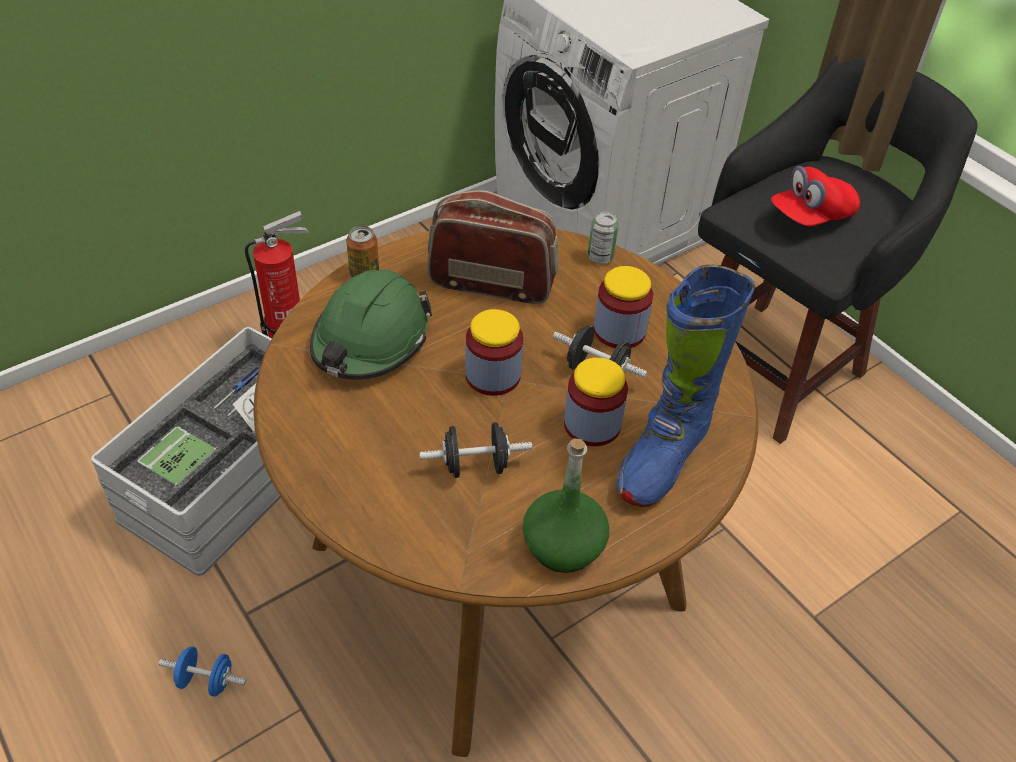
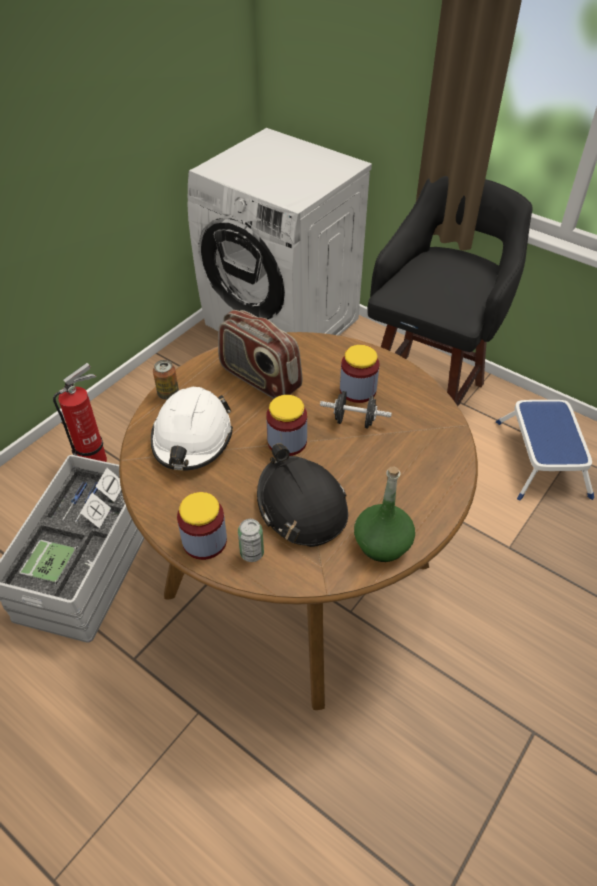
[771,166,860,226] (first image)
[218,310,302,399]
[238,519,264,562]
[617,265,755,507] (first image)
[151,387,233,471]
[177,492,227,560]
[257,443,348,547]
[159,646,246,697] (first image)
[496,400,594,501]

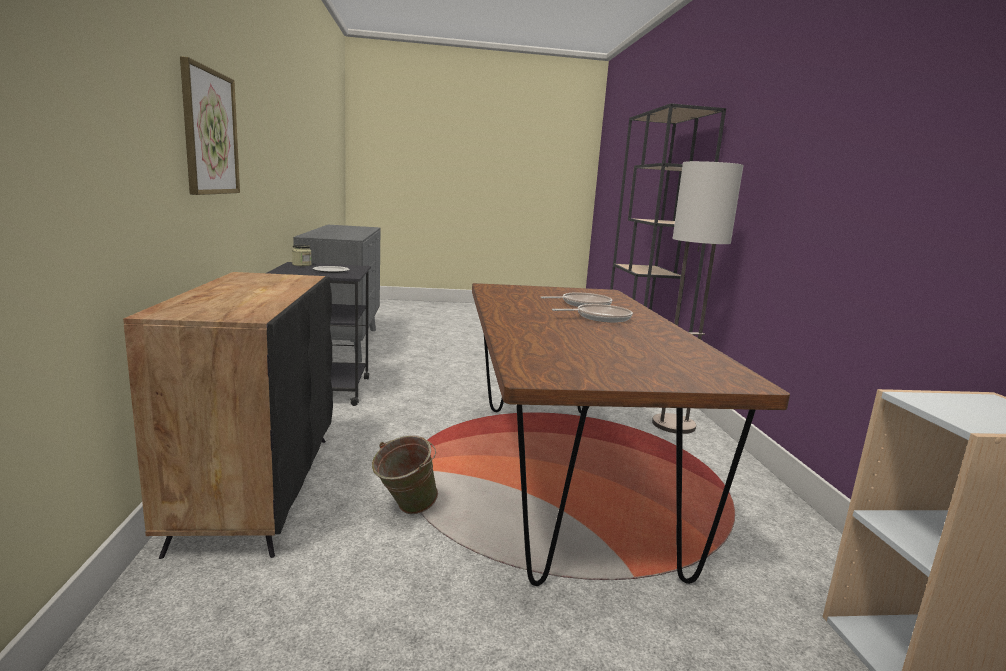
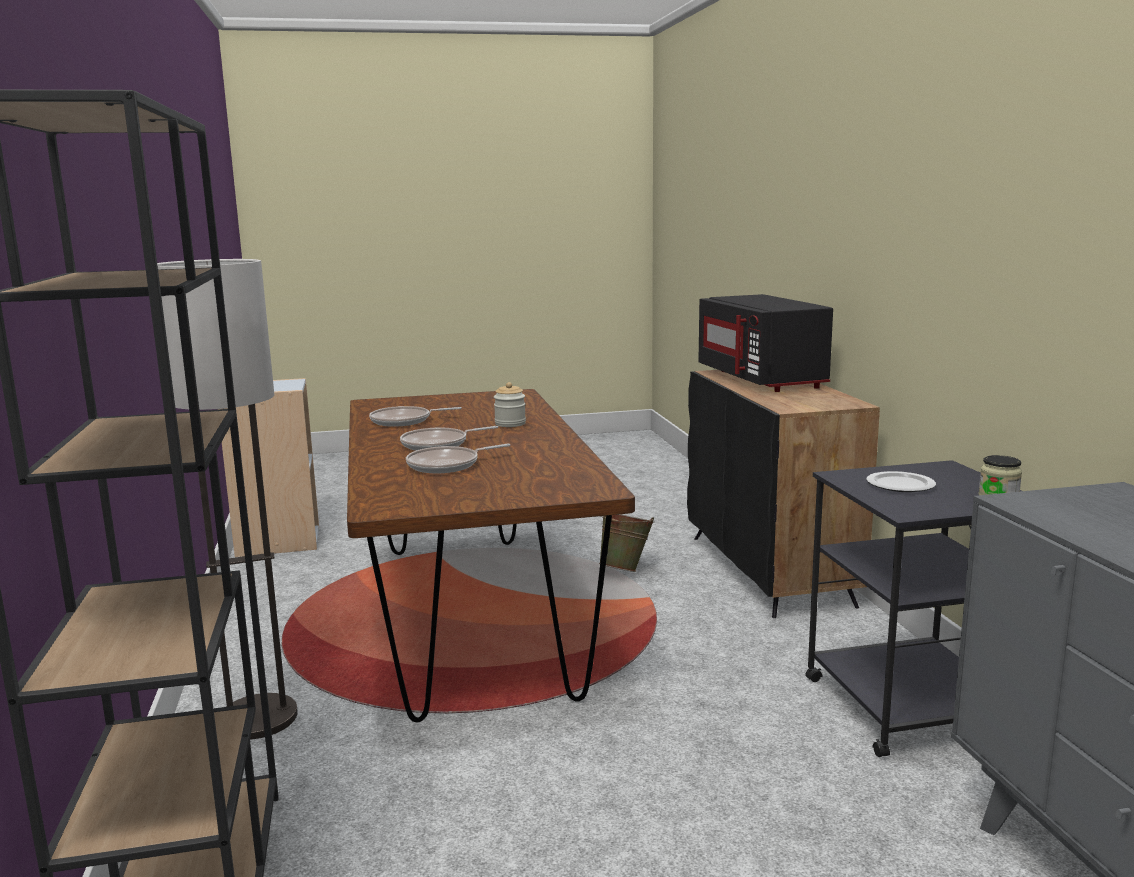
[180,56,240,195] (first image)
[698,294,833,392]
[494,382,526,427]
[369,406,462,427]

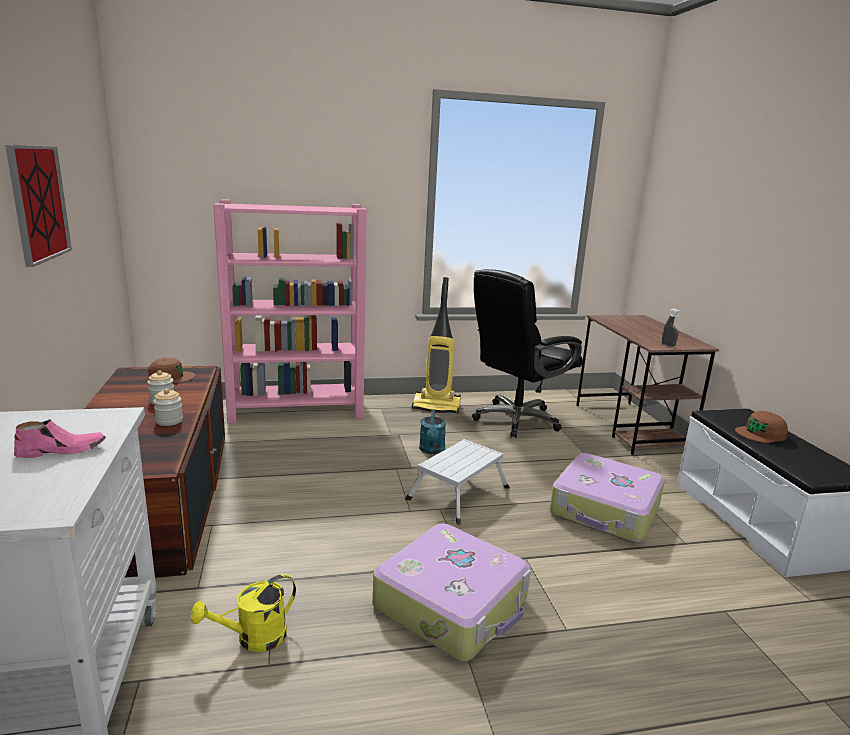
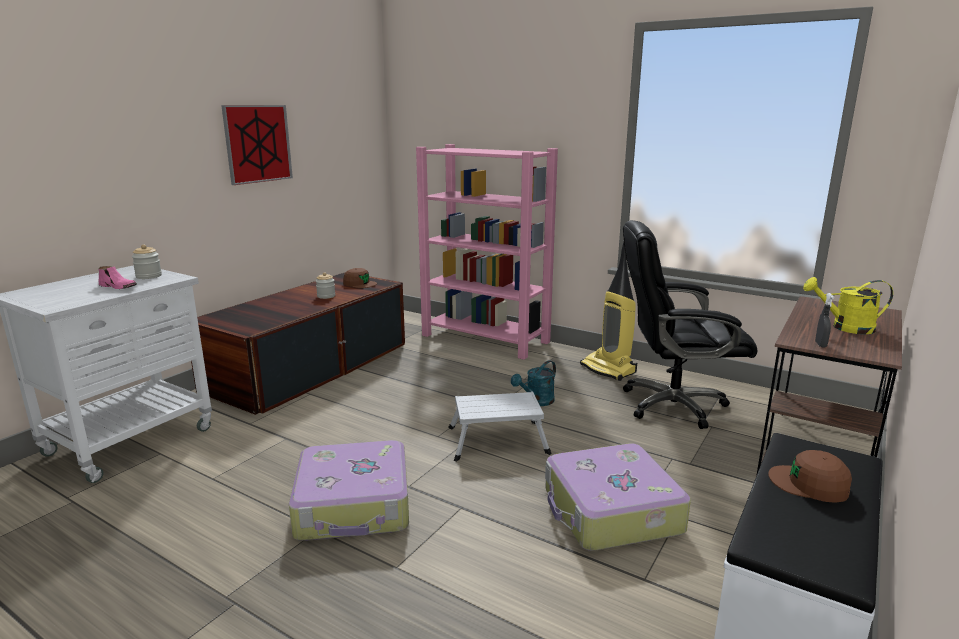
[132,244,162,279]
[803,277,893,334]

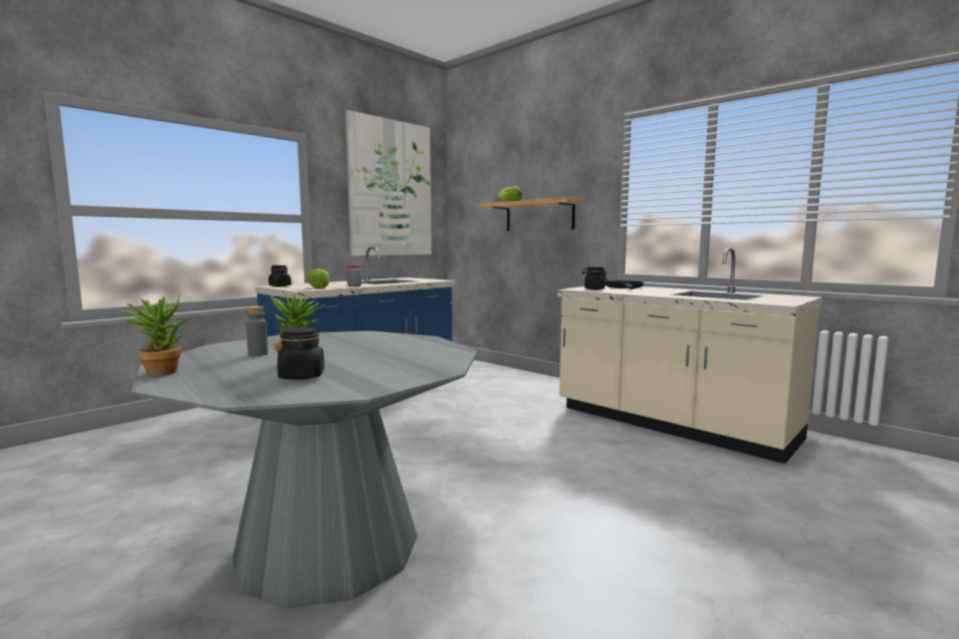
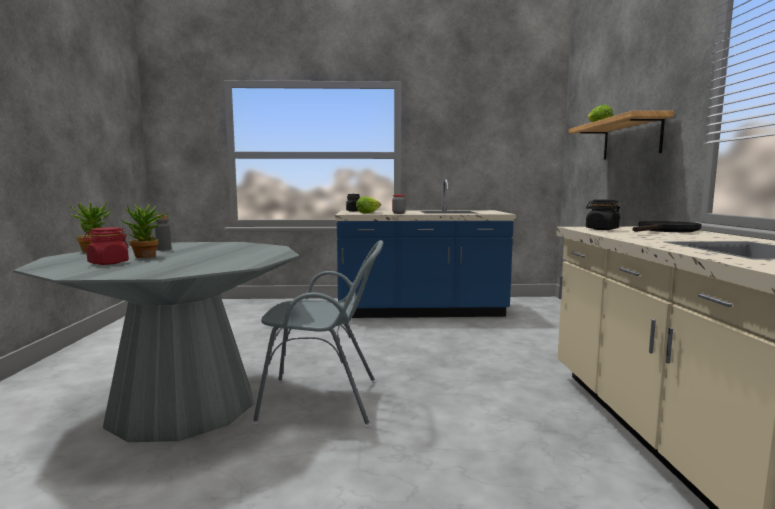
[345,110,432,256] (first image)
[83,227,129,265]
[252,240,383,427]

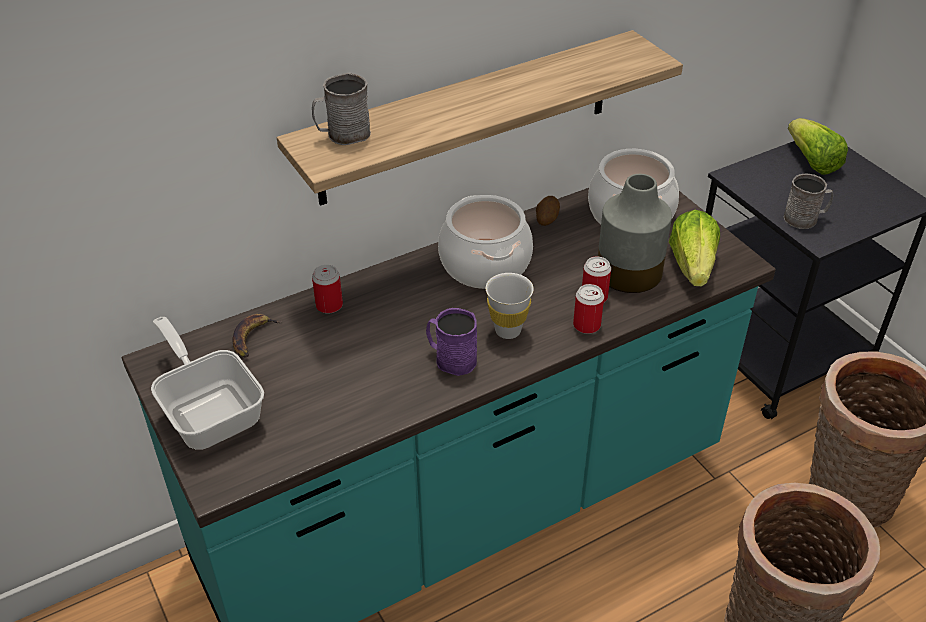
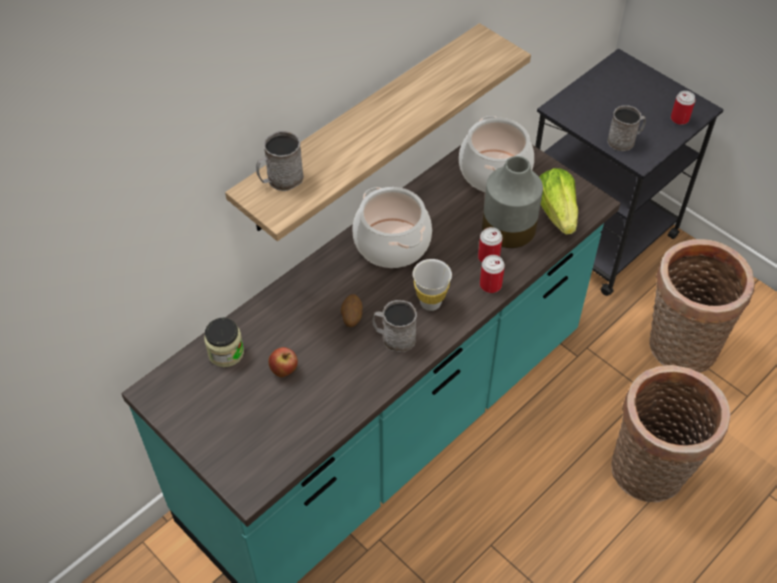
[788,118,848,175] (first image)
[341,294,363,327]
[671,91,696,125]
[372,300,417,352]
[204,318,244,367]
[151,317,264,449] (first image)
[268,347,298,377]

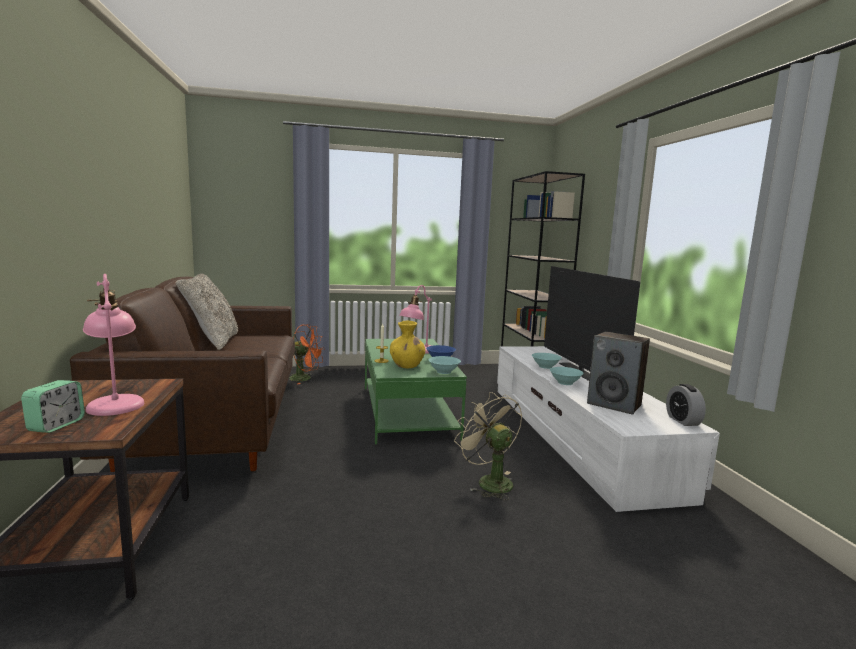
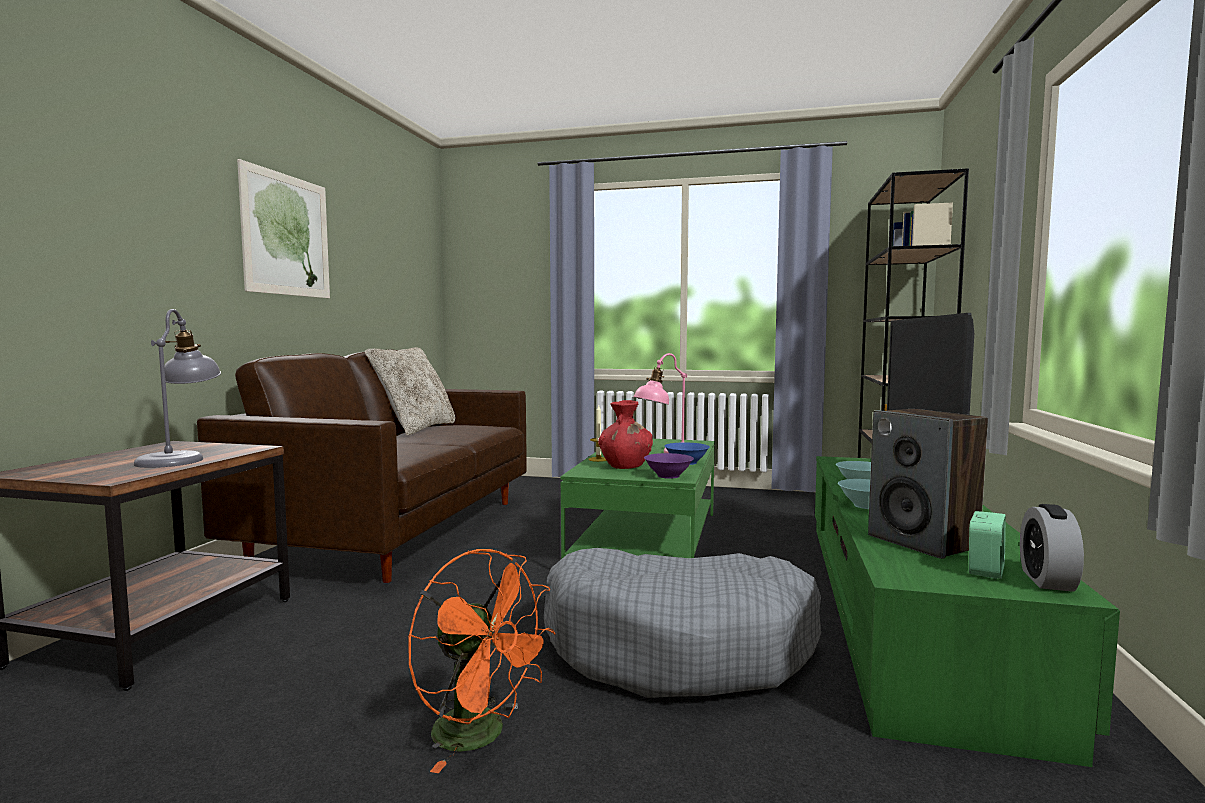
[134,309,221,468]
[598,400,653,469]
[408,549,556,773]
[815,456,1120,767]
[644,453,694,479]
[969,511,1006,579]
[544,548,821,698]
[237,159,330,298]

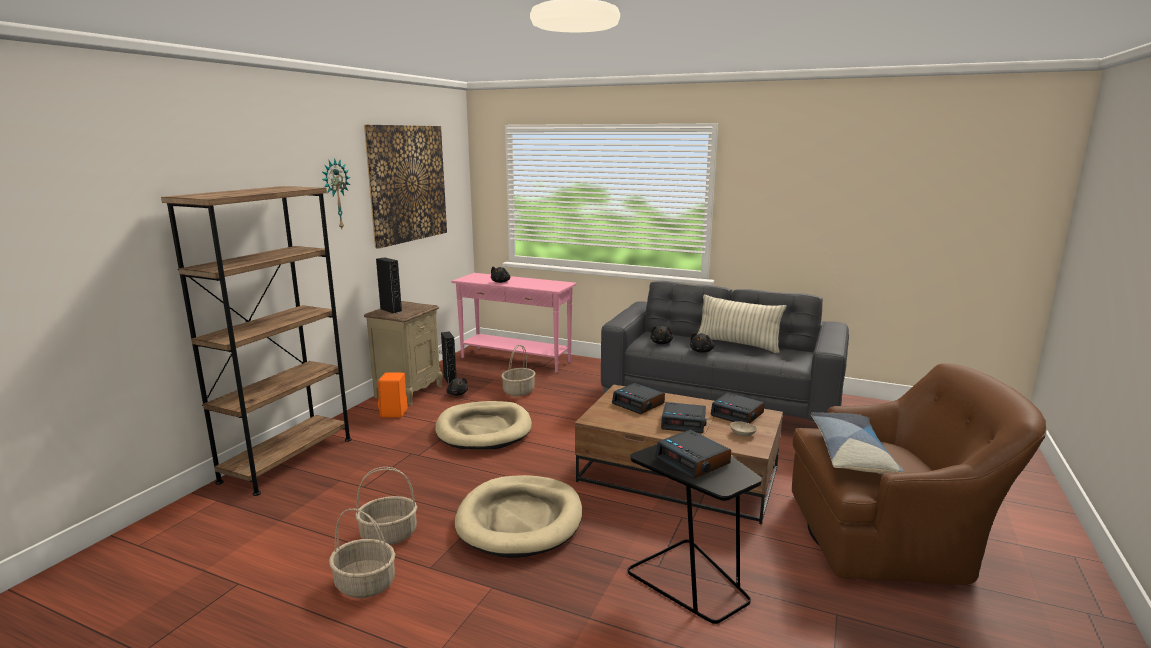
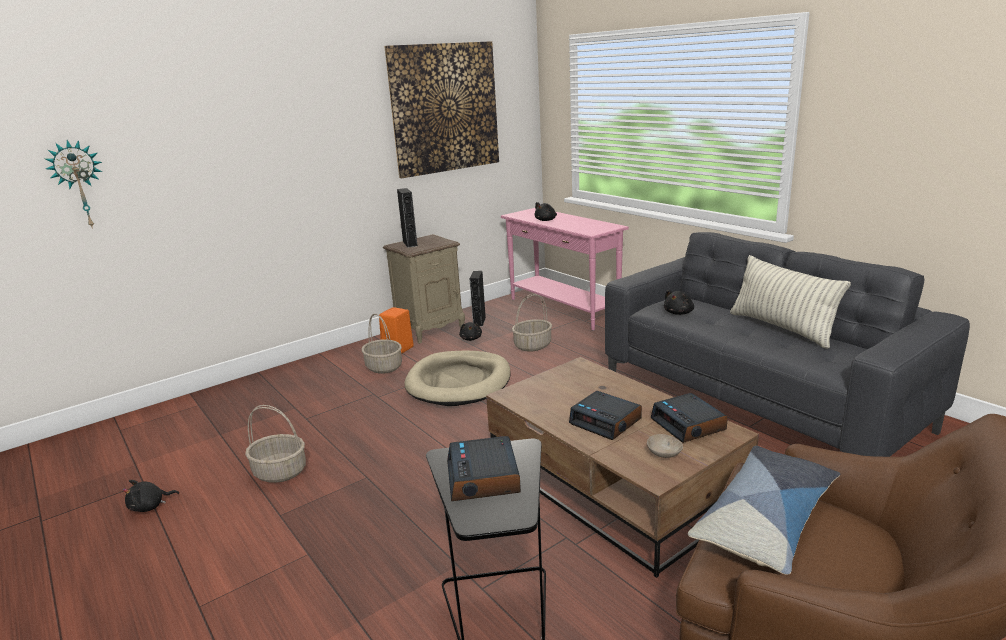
[45,140,103,229]
[161,186,352,496] (first image)
[123,480,179,512]
[612,383,665,414] (first image)
[455,475,582,558] (first image)
[361,314,402,374]

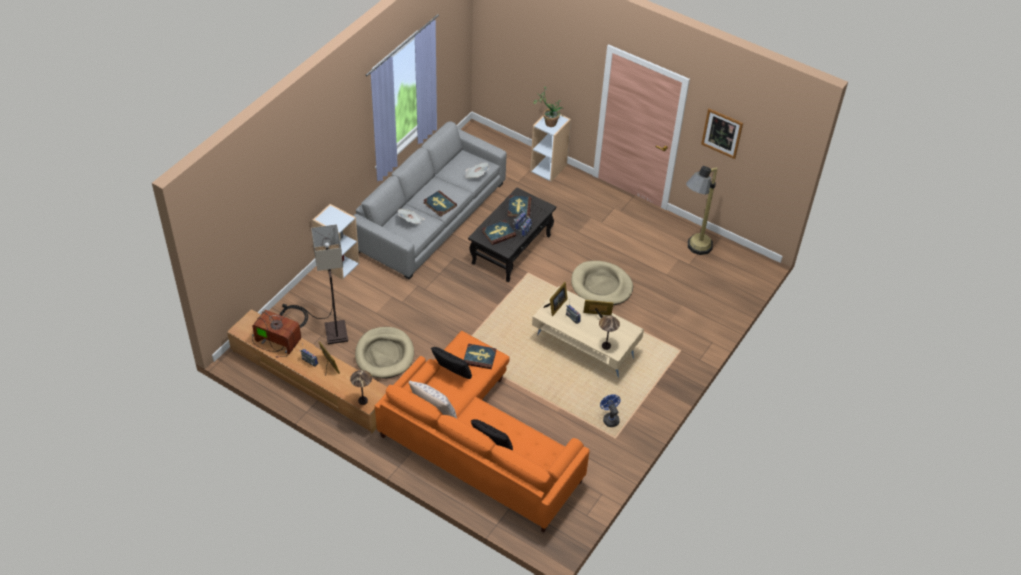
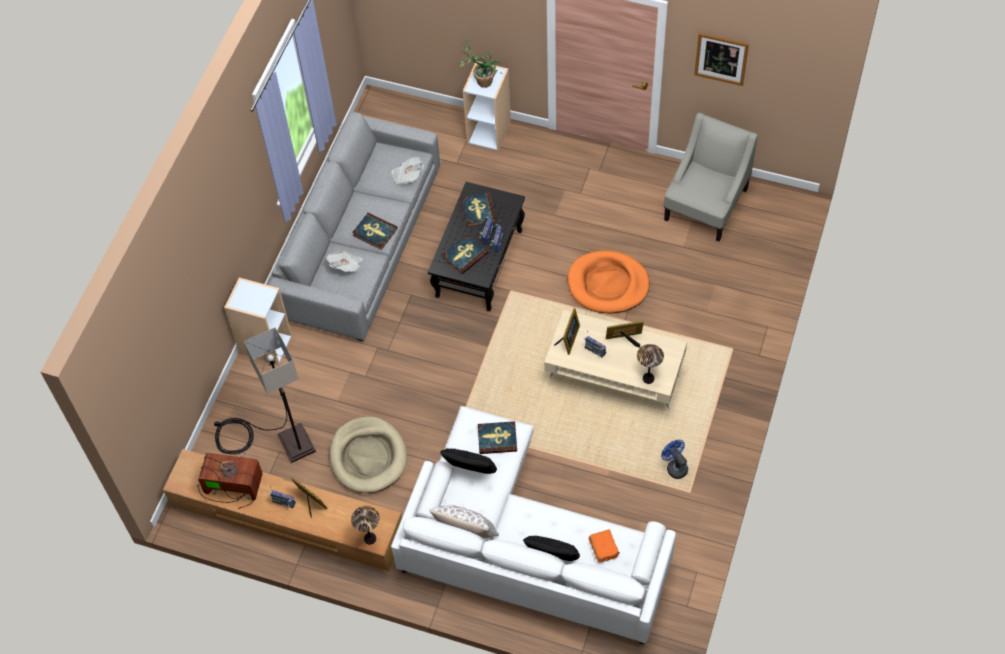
[664,112,758,242]
[568,251,649,314]
[391,406,676,644]
[588,529,620,562]

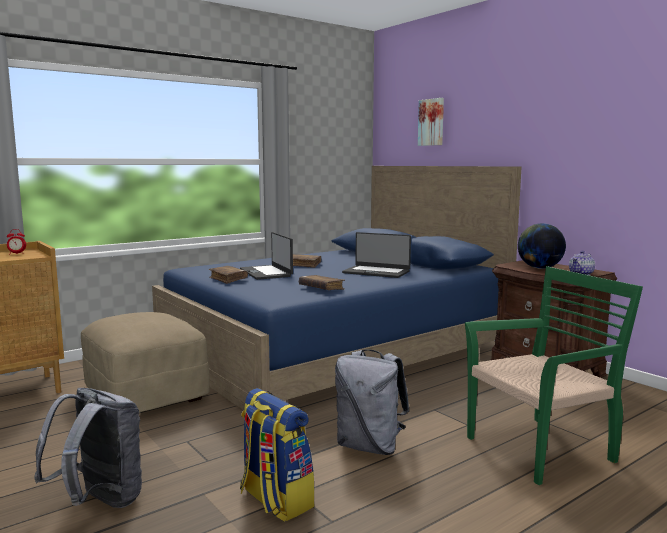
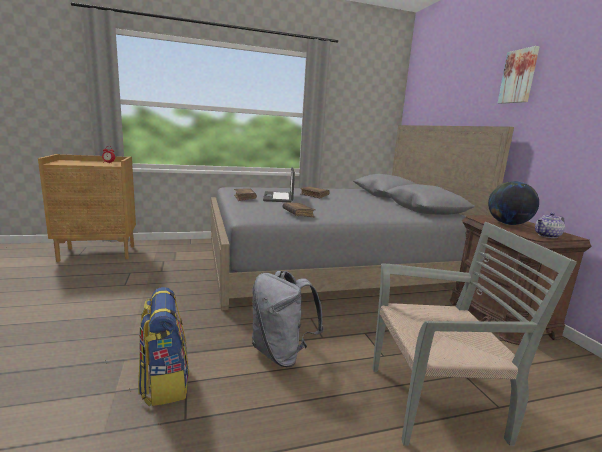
[498,46,540,104]
[211,125,514,311]
[342,232,411,278] (first image)
[372,222,577,446]
[81,312,209,412] (first image)
[34,388,142,508] (first image)

